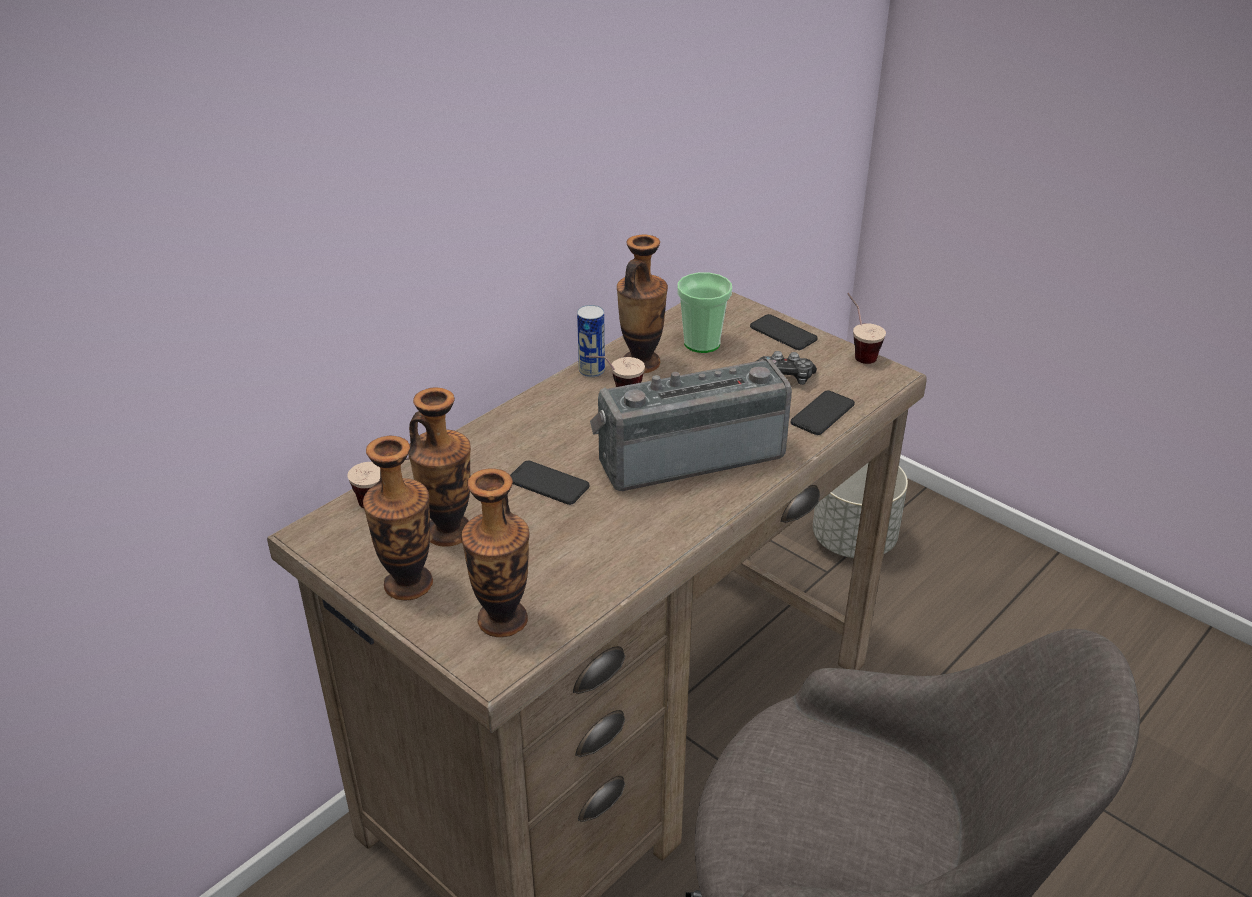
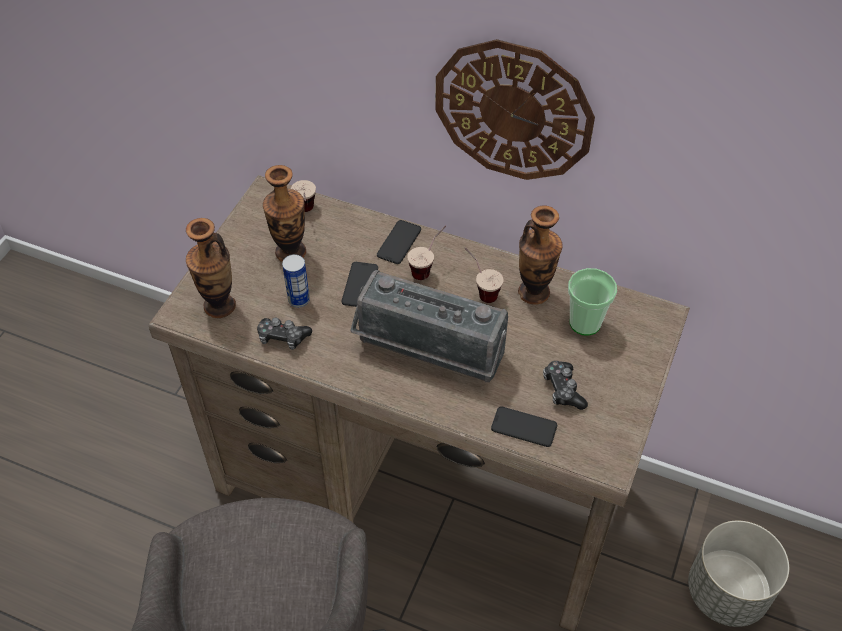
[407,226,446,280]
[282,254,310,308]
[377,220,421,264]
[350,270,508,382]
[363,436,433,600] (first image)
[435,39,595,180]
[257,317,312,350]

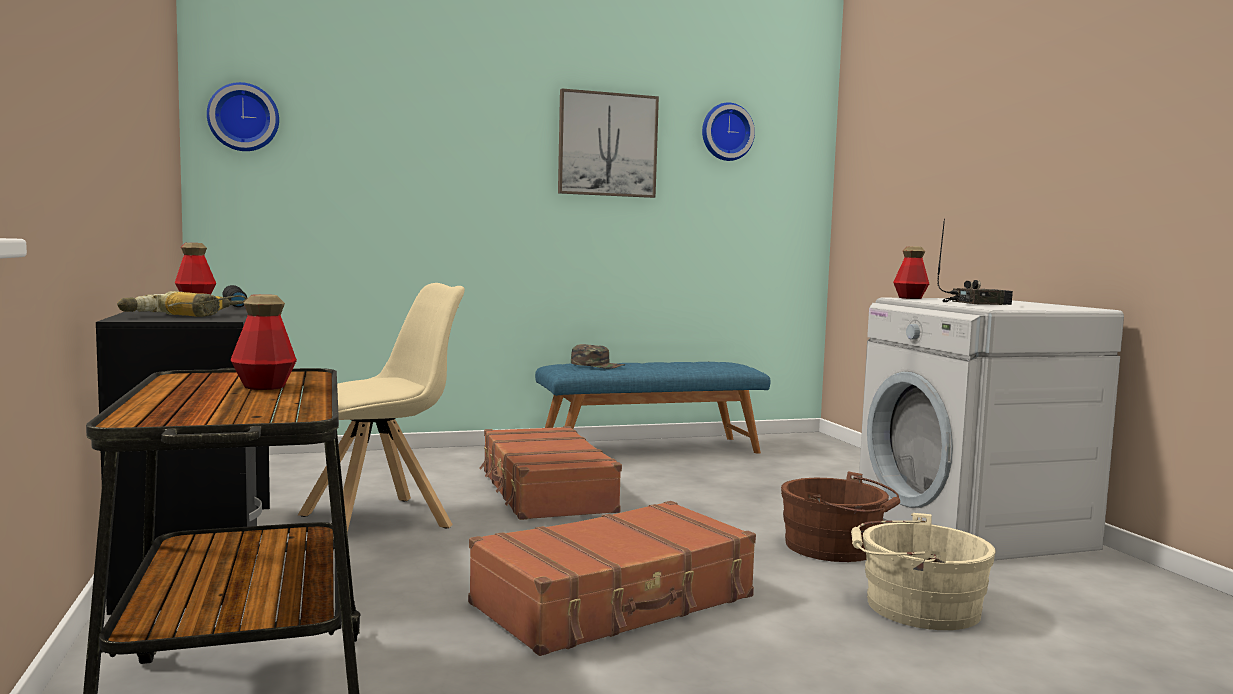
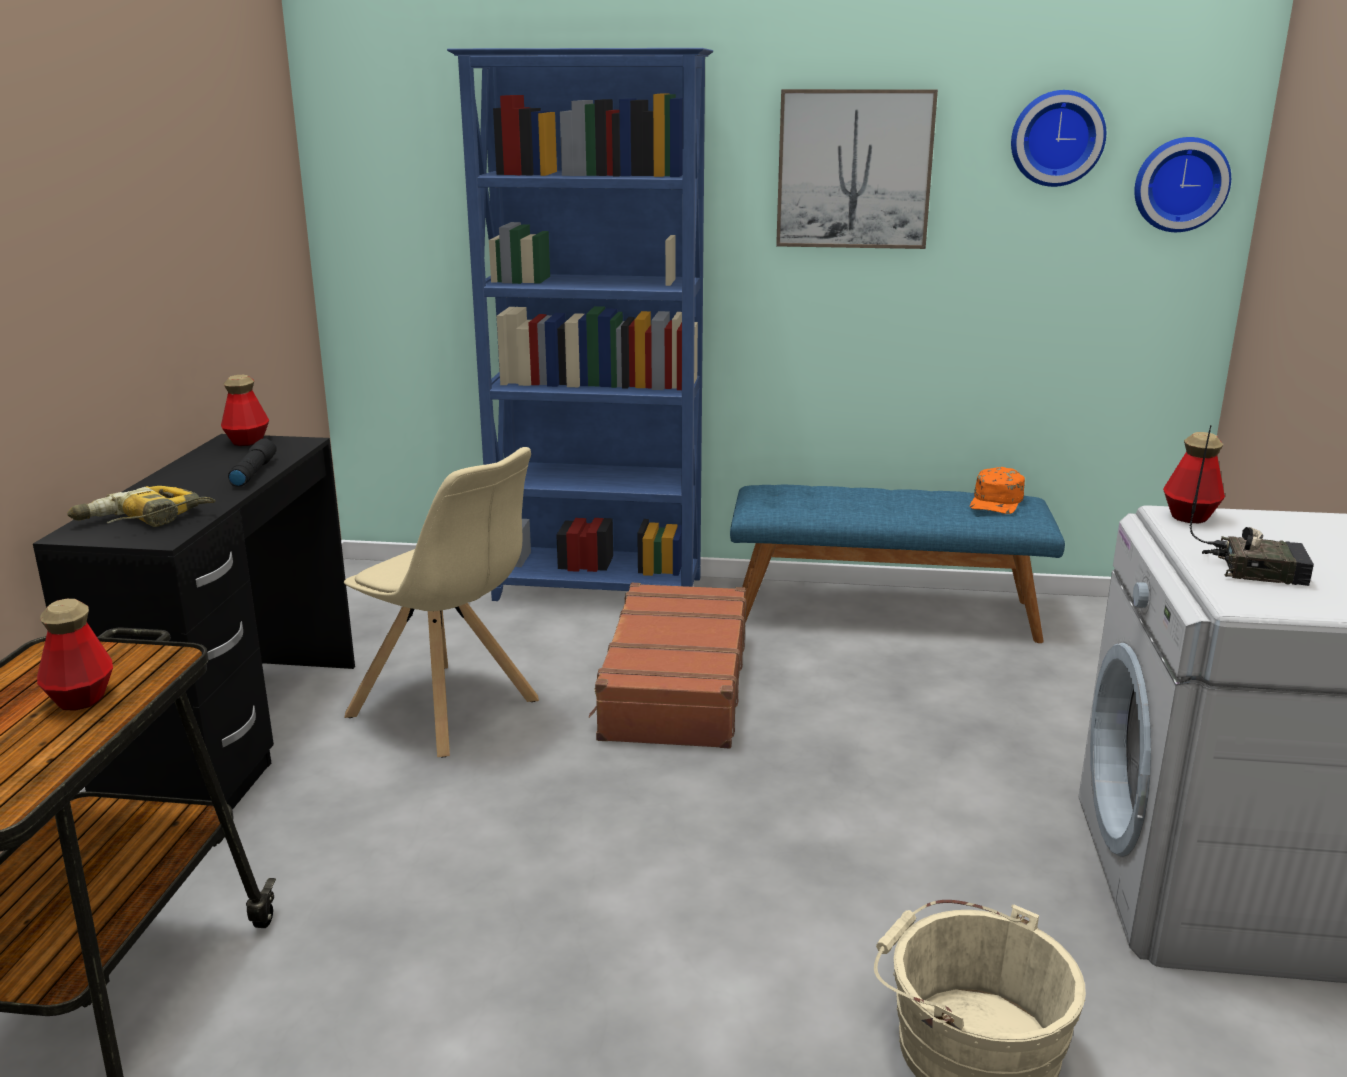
[1134,137,1231,232]
[344,447,539,757]
[571,344,625,369] (first image)
[781,471,900,562] (first image)
[468,501,756,656] (first image)
[447,48,713,601]
[970,467,1025,514]

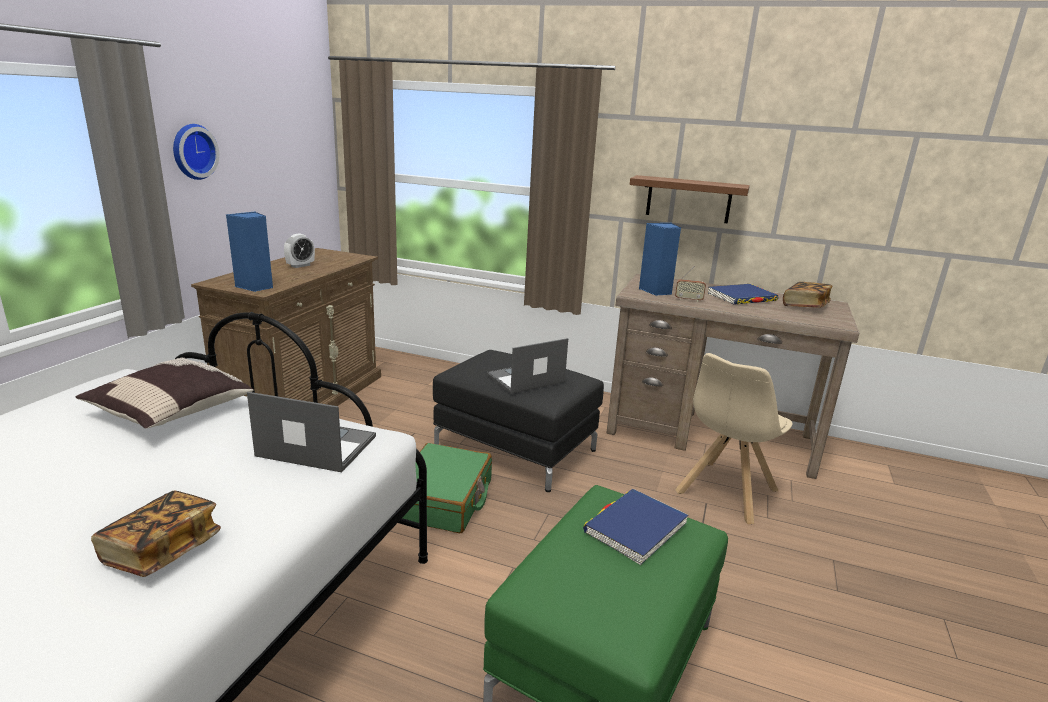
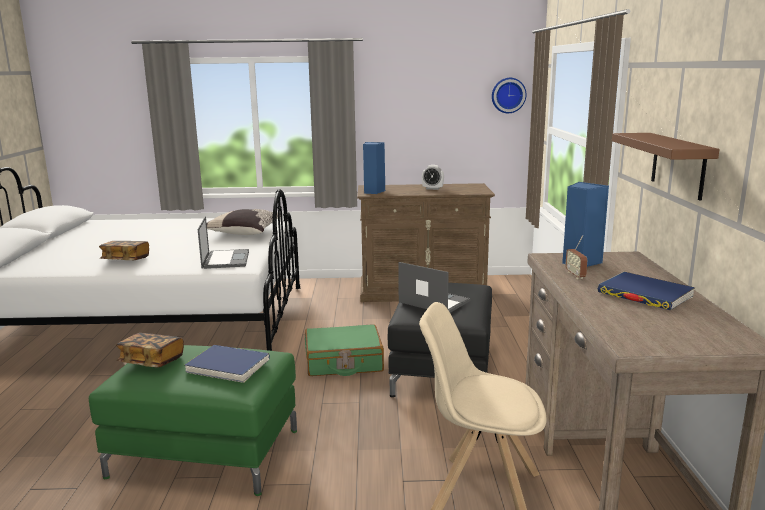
[492,78,526,113]
[116,333,184,368]

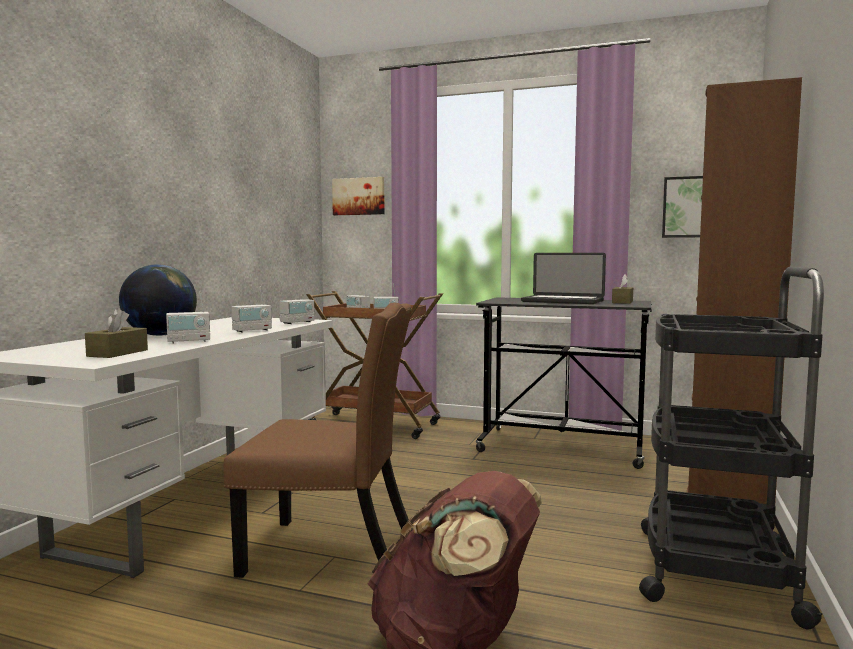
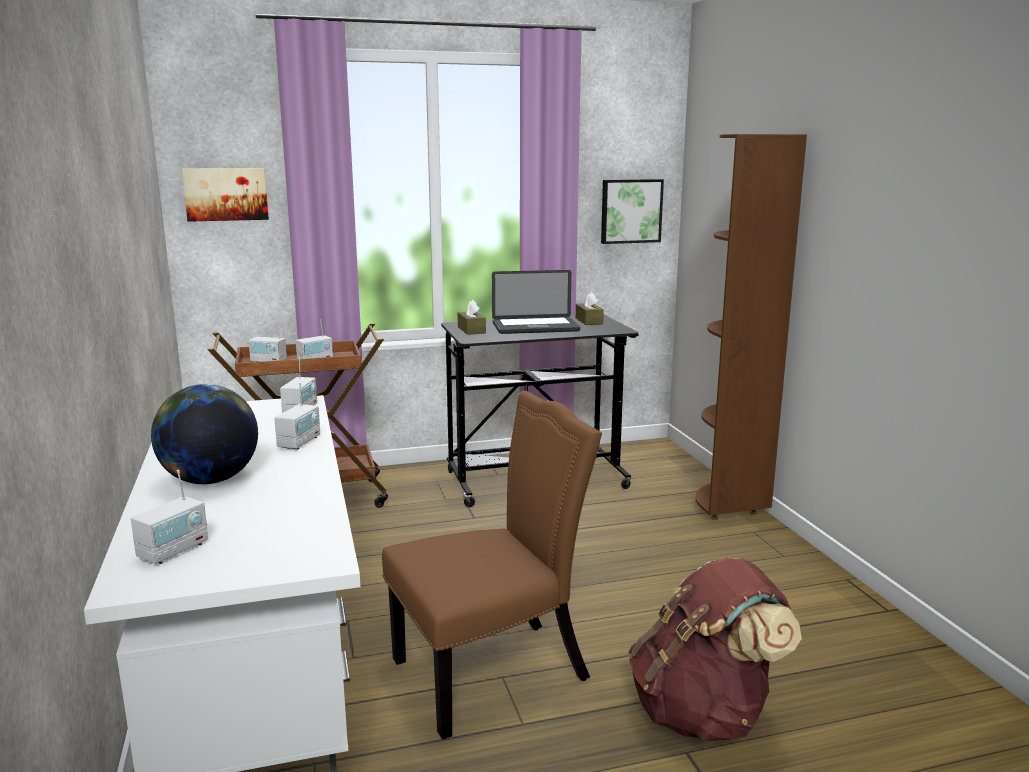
[639,267,824,629] (first image)
[131,470,208,564]
[458,300,486,335]

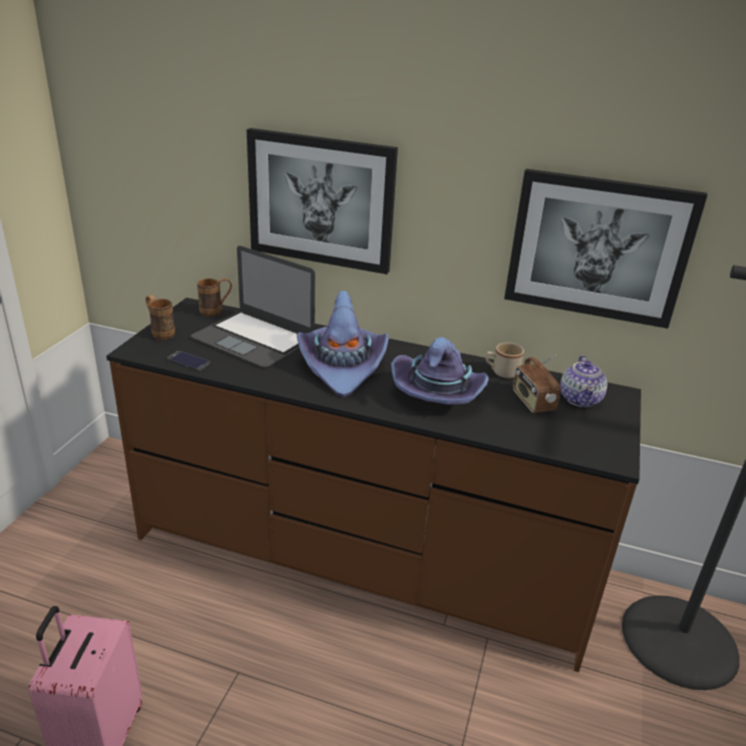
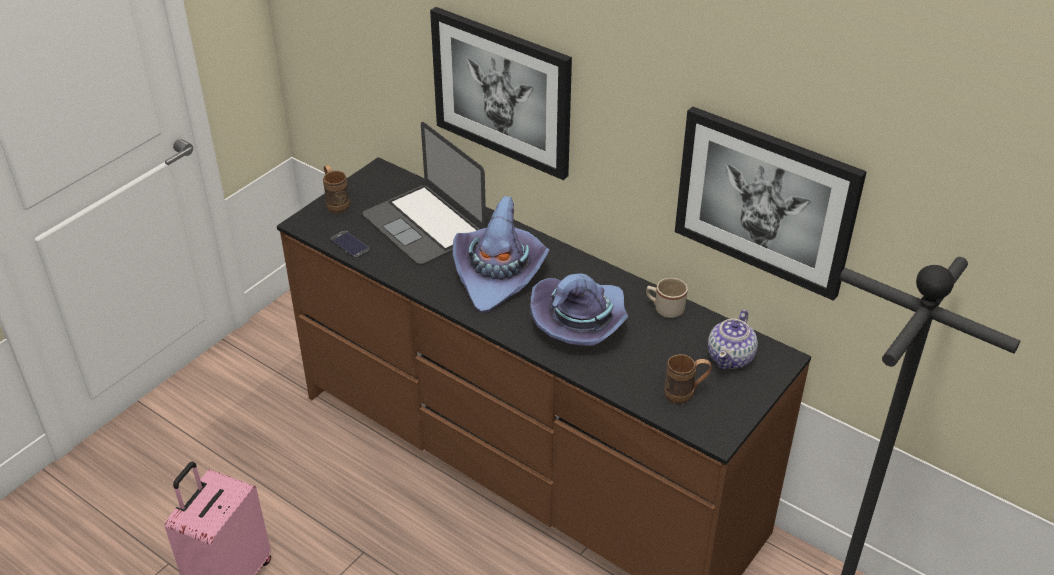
[664,354,712,404]
[513,354,561,413] (first image)

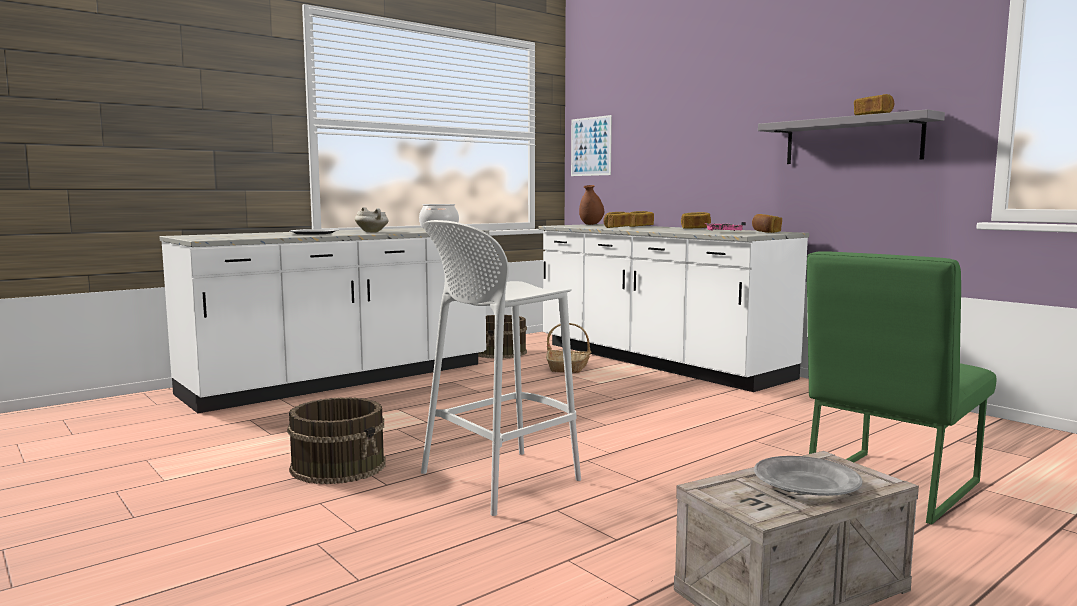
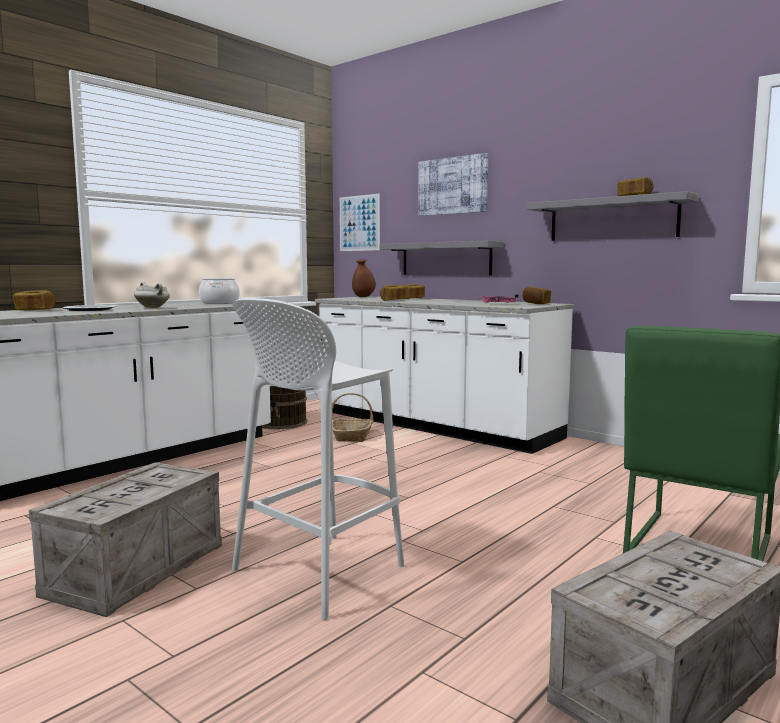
[13,290,56,310]
[29,462,222,617]
[754,456,862,496] (first image)
[418,153,488,216]
[379,241,504,275]

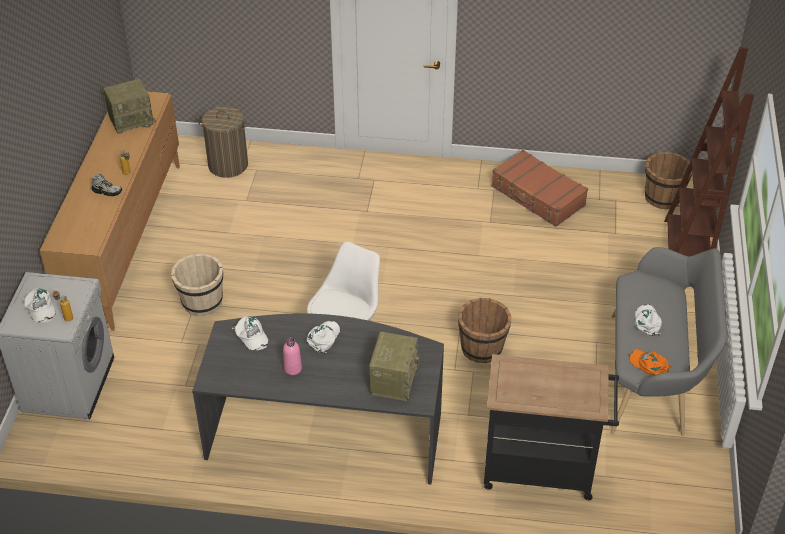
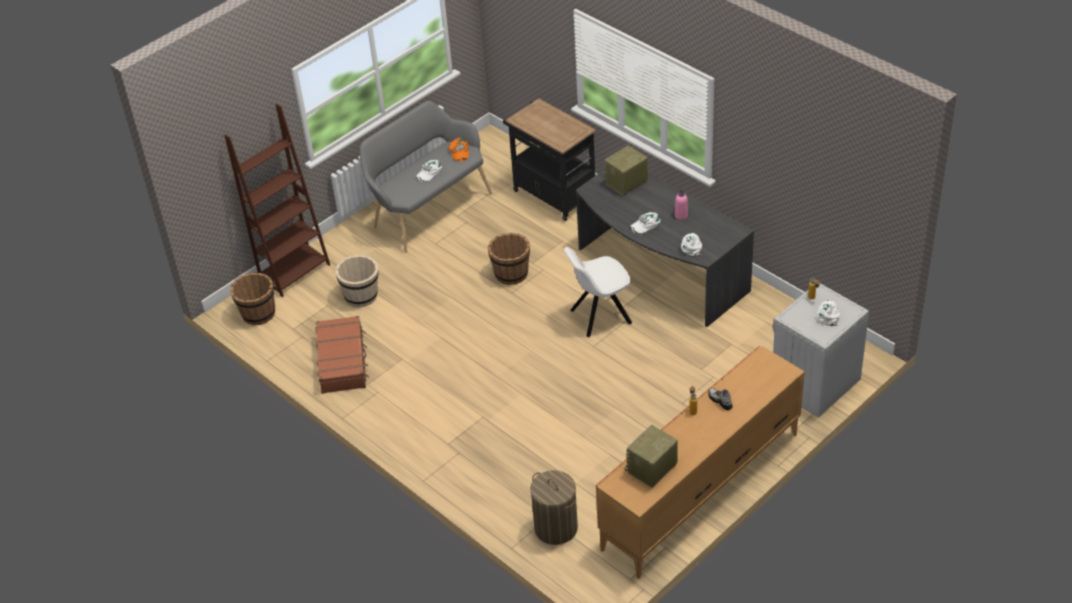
[625,425,678,488]
[335,255,378,308]

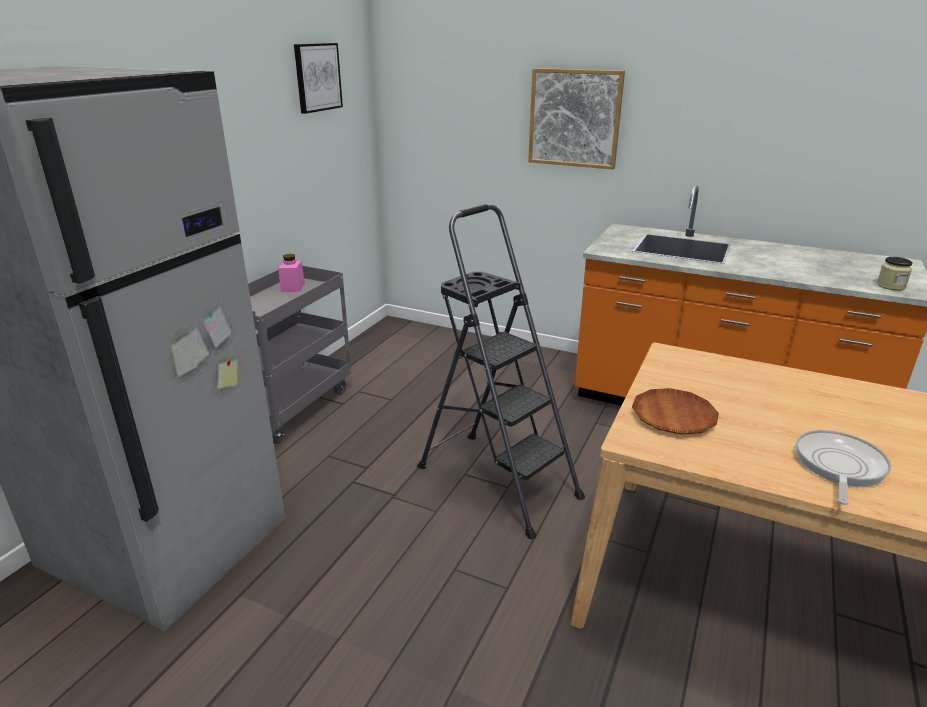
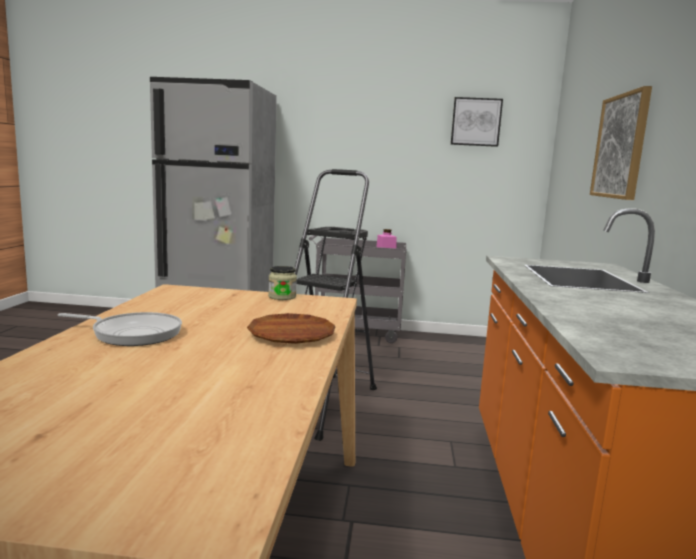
[268,266,297,300]
[247,313,335,344]

